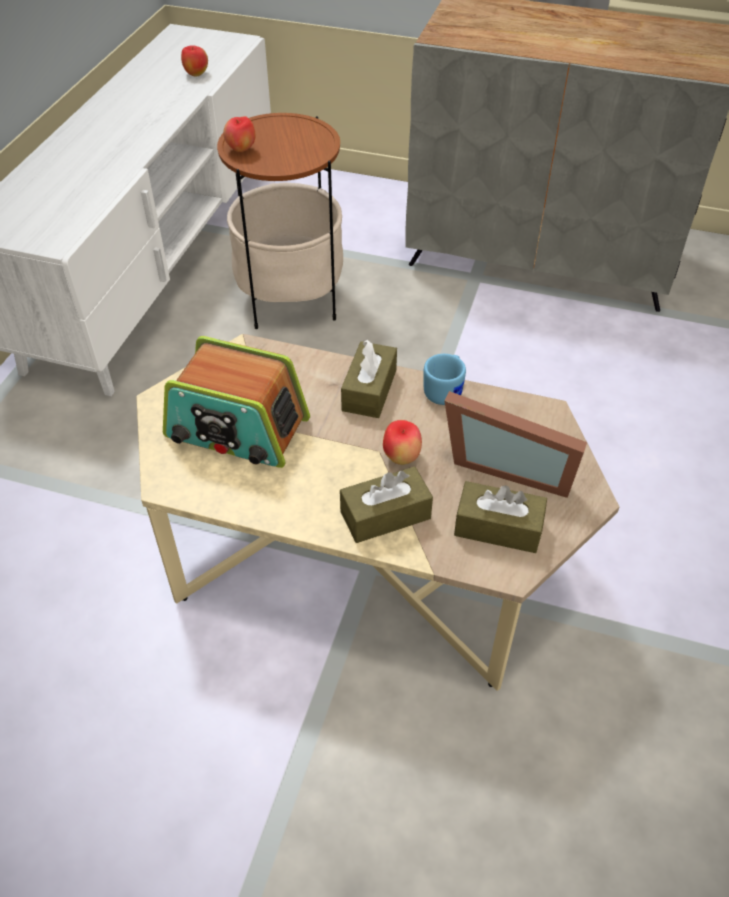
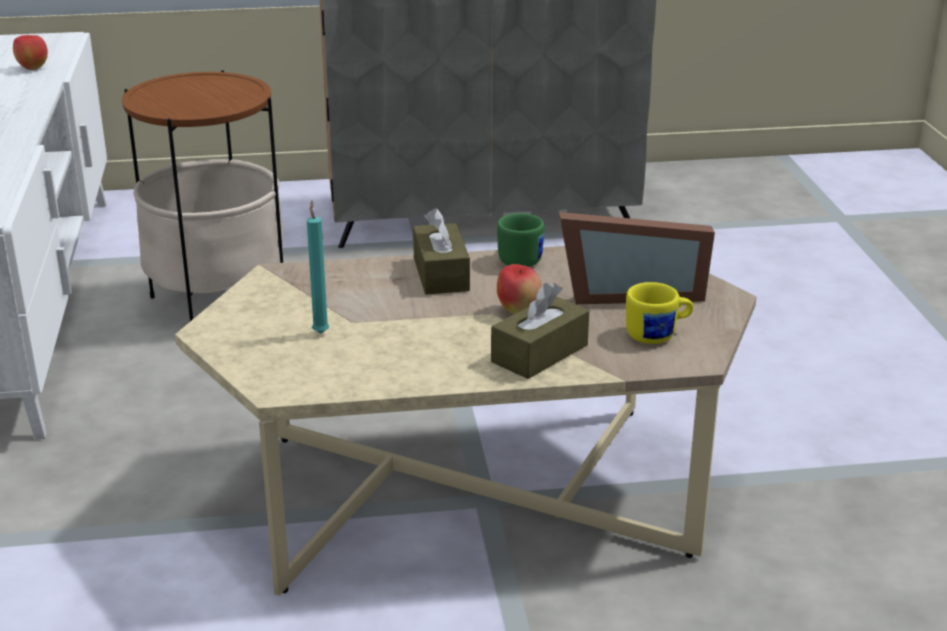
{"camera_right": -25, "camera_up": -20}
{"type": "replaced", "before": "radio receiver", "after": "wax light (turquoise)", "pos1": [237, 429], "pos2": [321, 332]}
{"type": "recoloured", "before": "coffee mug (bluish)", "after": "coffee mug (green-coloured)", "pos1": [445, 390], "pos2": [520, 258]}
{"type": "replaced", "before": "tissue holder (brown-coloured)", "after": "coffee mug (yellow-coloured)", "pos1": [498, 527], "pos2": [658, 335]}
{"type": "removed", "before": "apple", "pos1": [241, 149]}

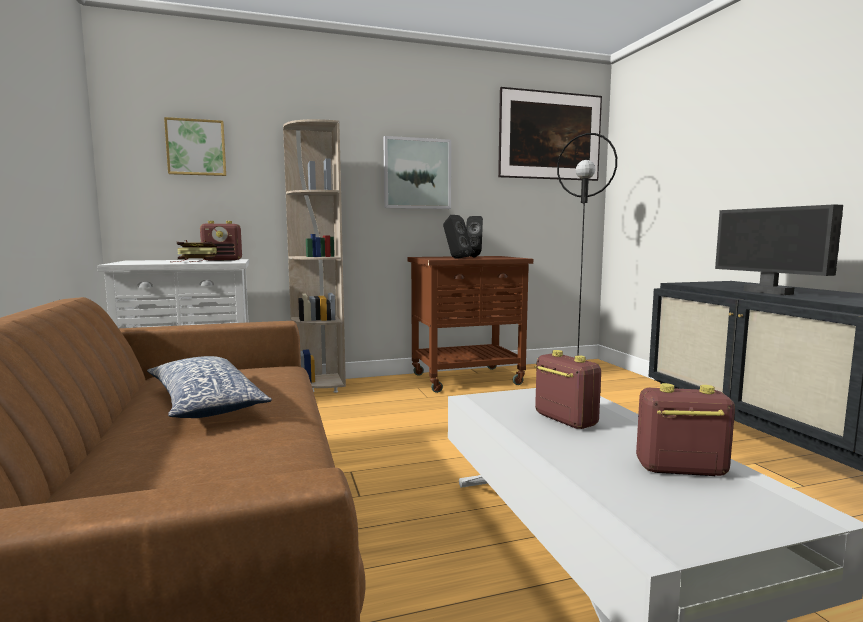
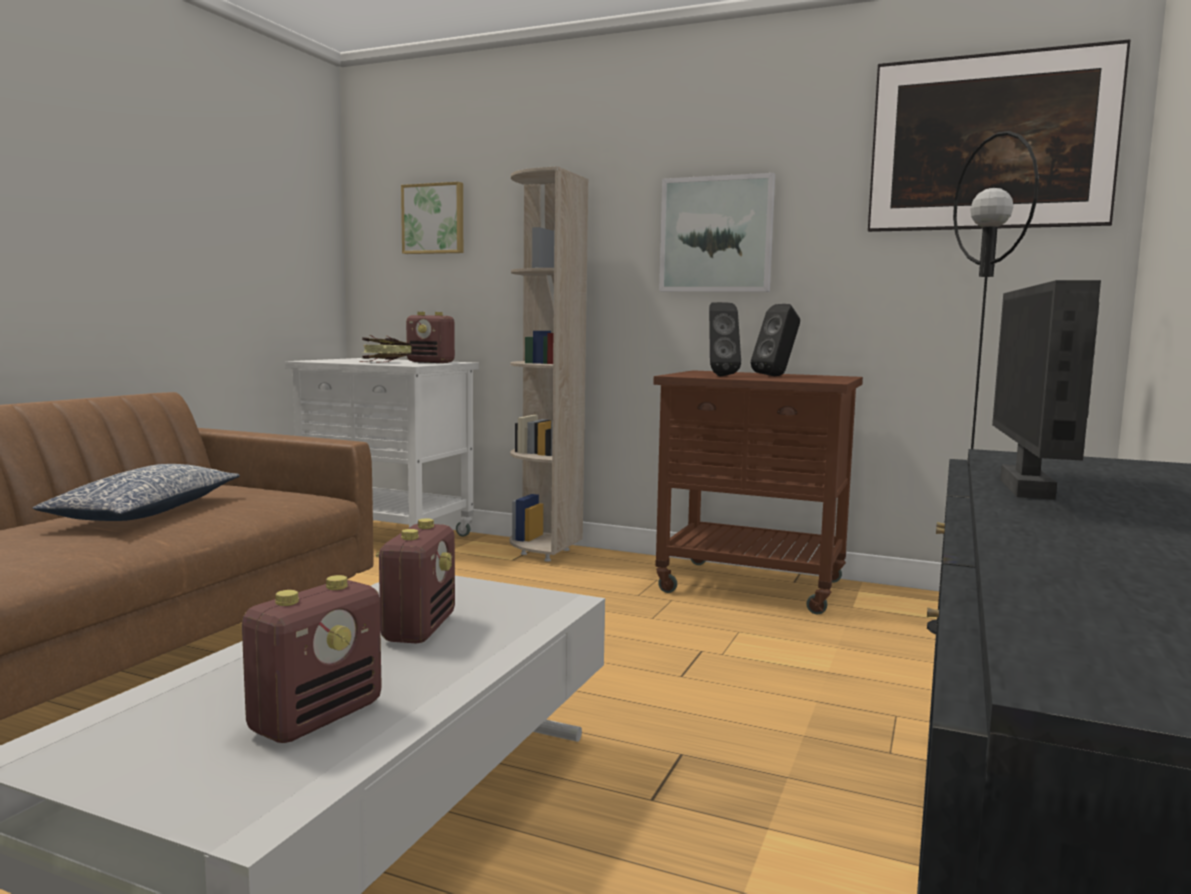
{"camera_right": 40, "camera_up": 0}
{"type": "turned", "before": "radio receiver", "pos1": [679, 469], "pos2": [318, 717], "turn": 75}

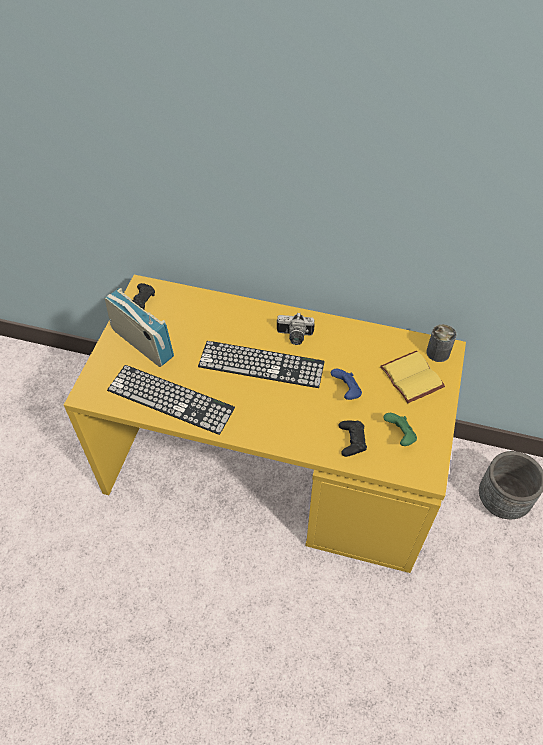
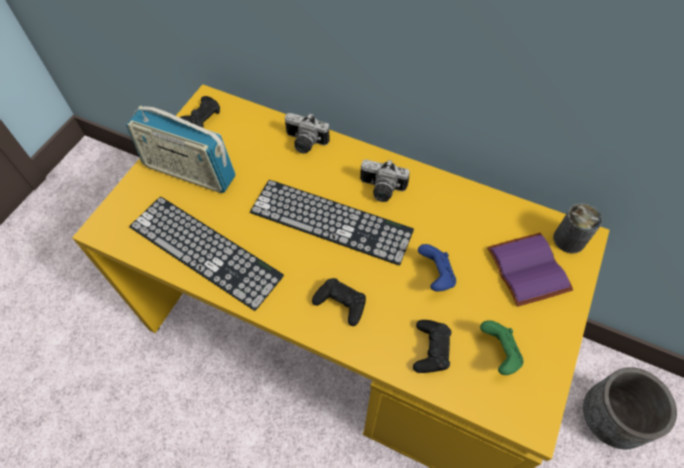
{"camera_right": 10, "camera_up": 5}
{"type": "turned", "before": "radio receiver", "pos1": [142, 343], "pos2": [189, 172], "turn": 150}
{"type": "added", "after": "still camera", "pos2": [304, 143]}
{"type": "added", "after": "joypad (blackish)", "pos2": [340, 303]}
{"type": "recoloured", "before": "book (yellow-coloured)", "after": "book (purple-coloured)", "pos1": [413, 377], "pos2": [530, 270]}

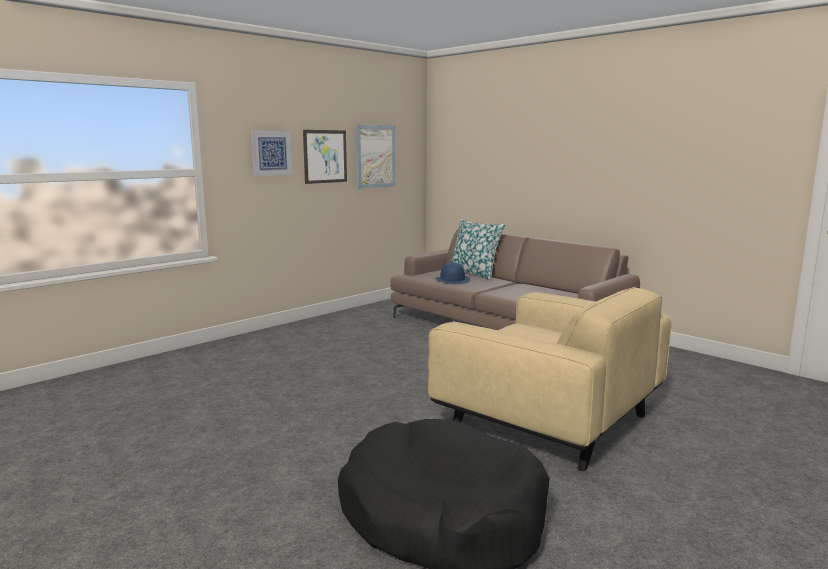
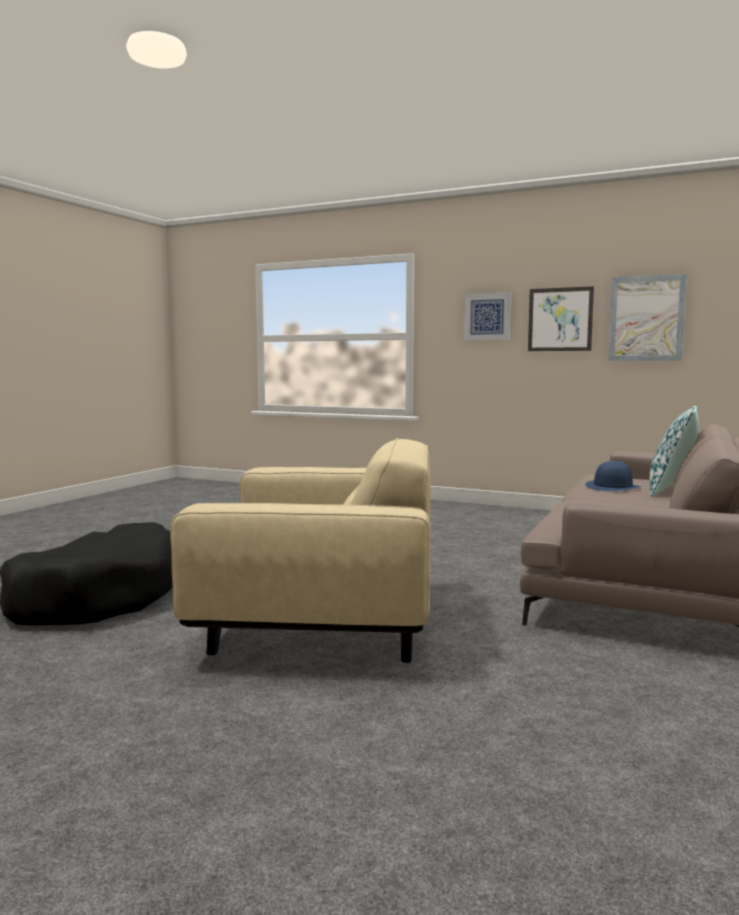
{"camera_right": 70, "camera_up": -5}
{"type": "turned", "before": "lounge chair (beige-coloured)", "pos1": [549, 420], "pos2": [322, 620], "turn": -105}

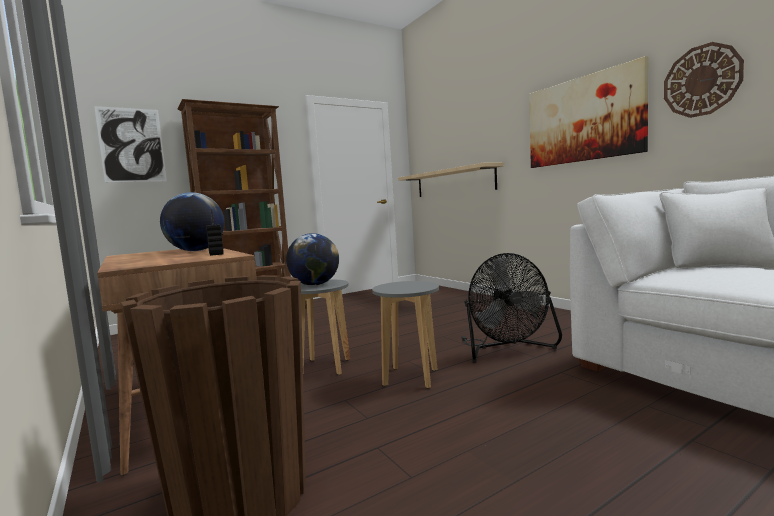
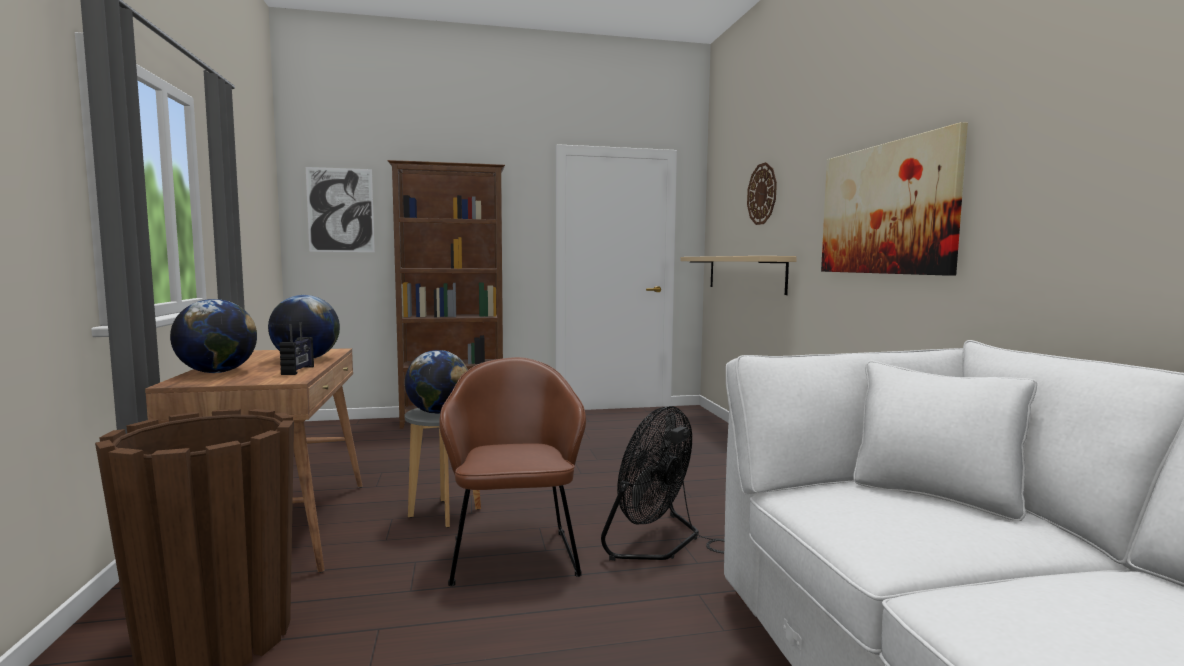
{"camera_right": 20, "camera_up": 0}
{"type": "added", "after": "world globe", "pos2": [217, 372]}
{"type": "replaced", "before": "stool (gray)", "after": "lounge chair (brown-coloured)", "pos1": [410, 377], "pos2": [514, 551]}
{"type": "turned", "before": "electric fan (blackish)", "pos1": [502, 350], "pos2": [669, 541], "turn": 120}
{"type": "moved", "before": "clock on the wall", "pos1": [701, 81], "pos2": [762, 194]}

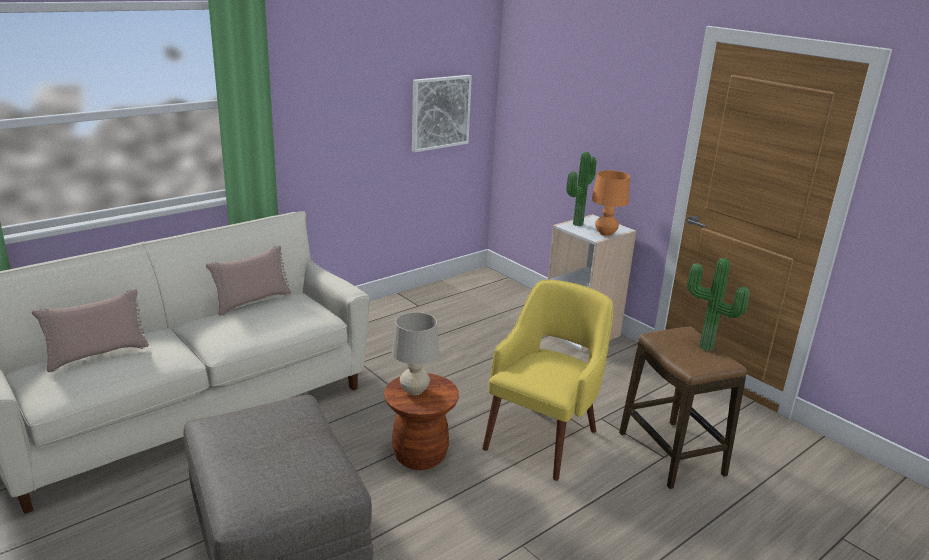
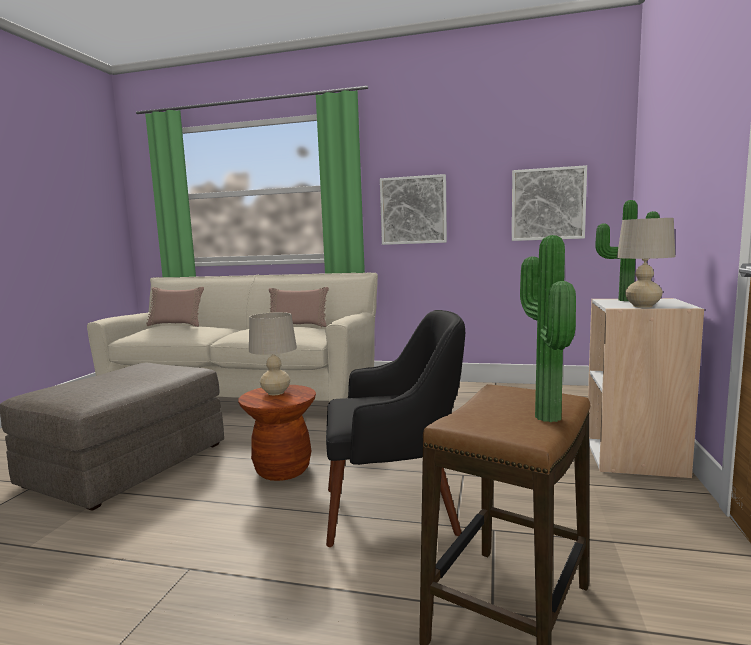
{"camera_right": 55, "camera_up": -15}
{"type": "recoloured", "before": "lounge chair (yellow-coloured)", "after": "lounge chair (blackish)", "pos1": [542, 438], "pos2": [394, 510]}
{"type": "added", "after": "picture", "pos2": [413, 210]}
{"type": "recoloured", "before": "tabletop lamp (orange-coloured)", "after": "tabletop lamp (beige-coloured)", "pos1": [605, 233], "pos2": [642, 306]}

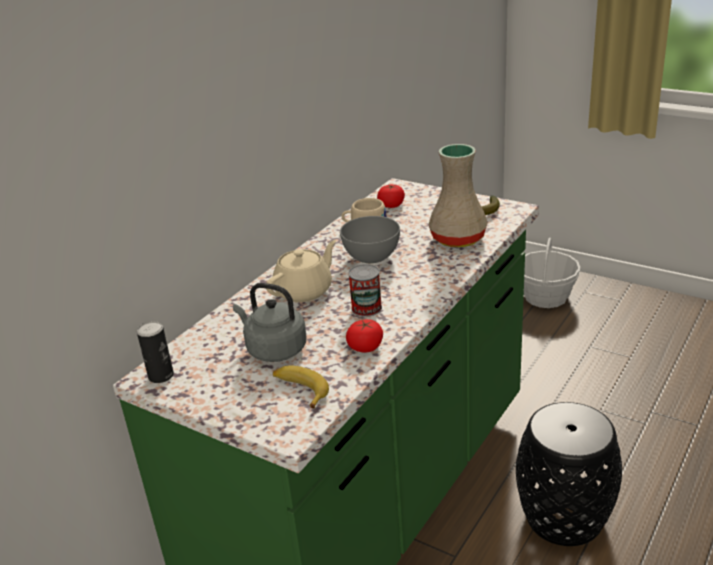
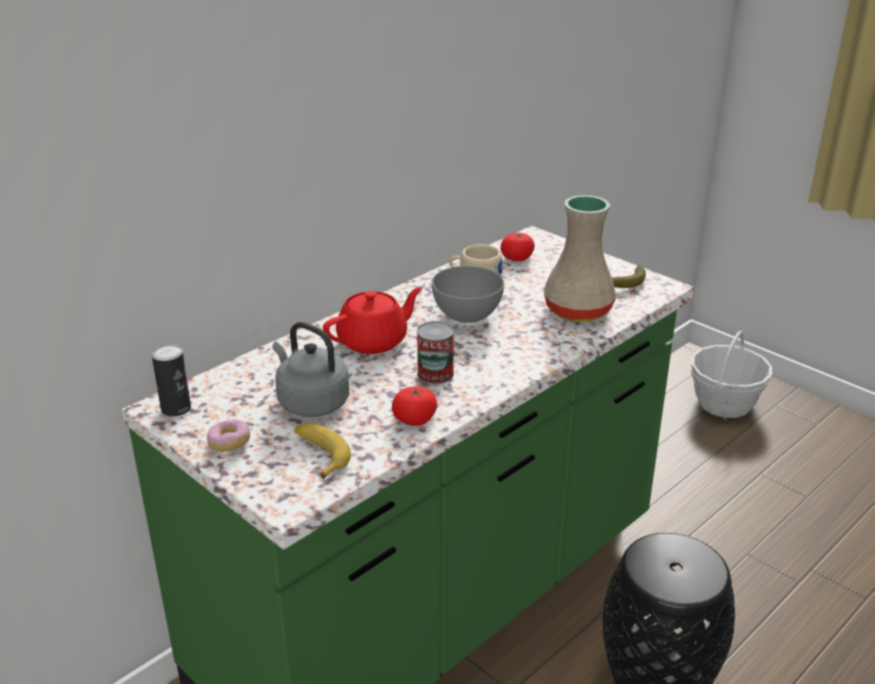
{"camera_right": 10, "camera_up": 0}
{"type": "added", "after": "ring doughnut", "pos2": [229, 443]}
{"type": "recoloured", "before": "tea pot (beige-coloured)", "after": "tea pot (red)", "pos1": [305, 291], "pos2": [374, 341]}

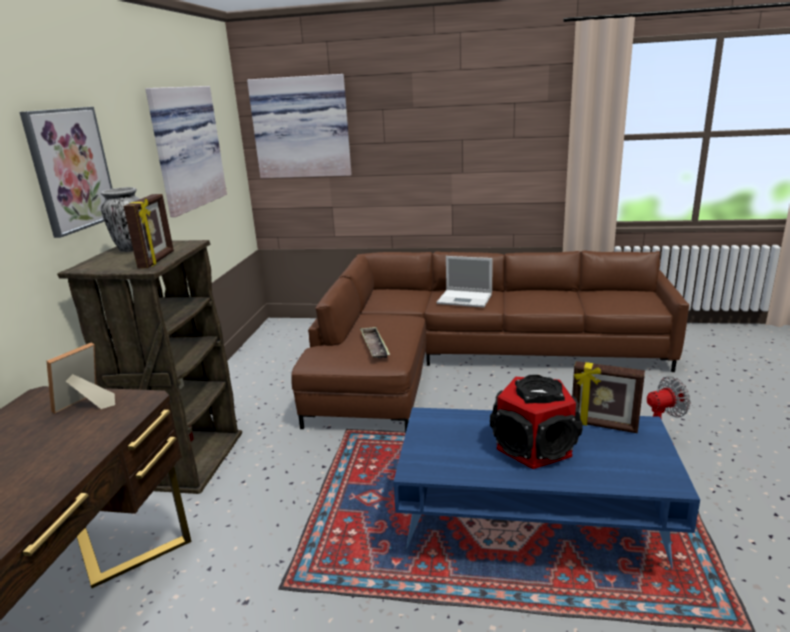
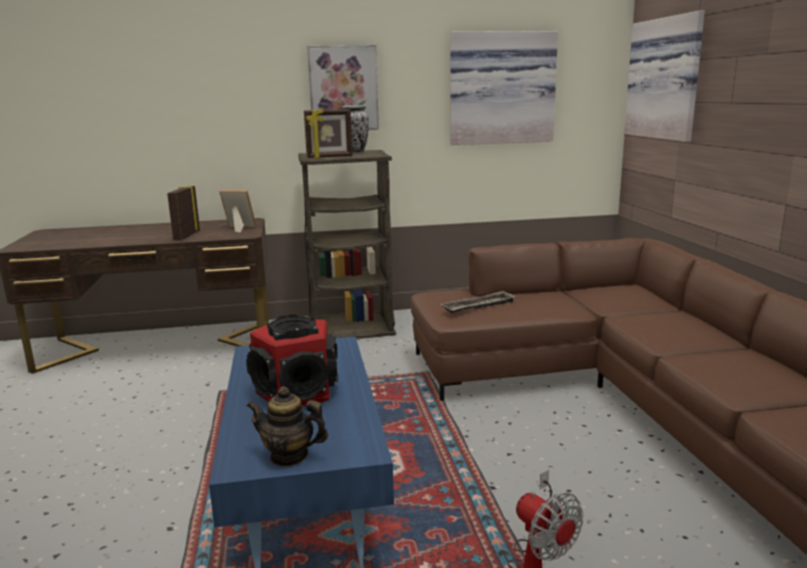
{"camera_right": 70, "camera_up": -5}
{"type": "moved", "before": "picture frame", "pos1": [603, 426], "pos2": [186, 236]}
{"type": "added", "after": "tea pot", "pos2": [289, 456]}
{"type": "removed", "before": "laptop", "pos1": [466, 299]}

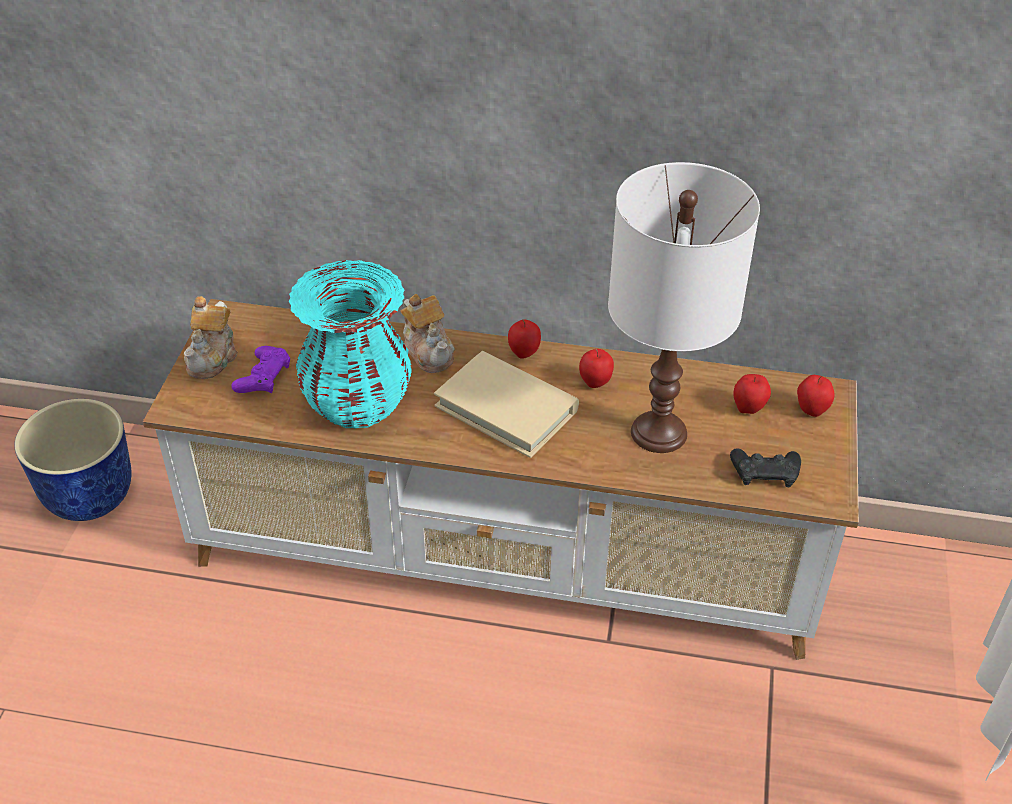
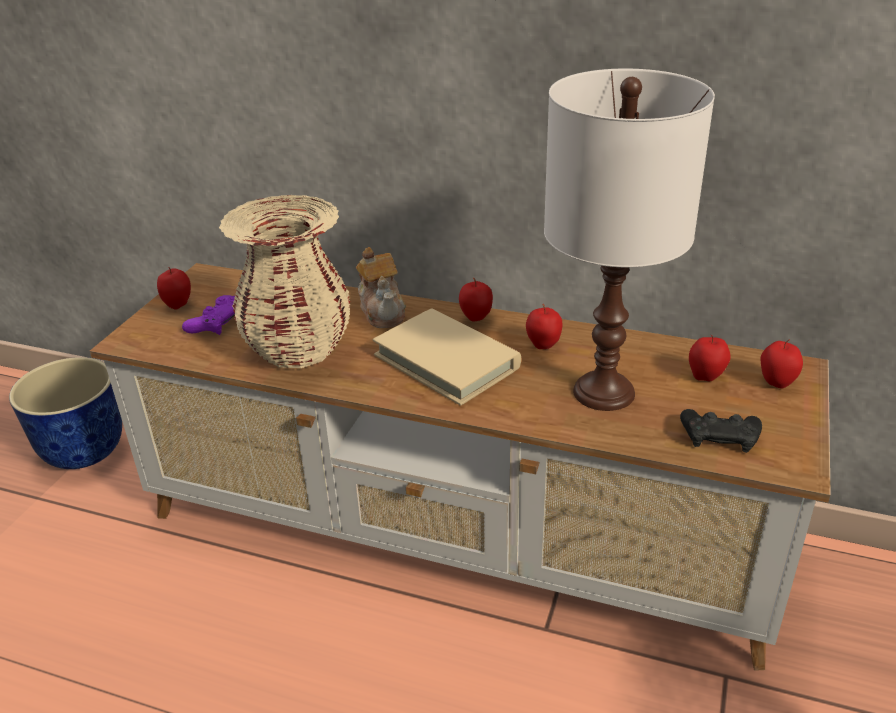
{"camera_right": 10, "camera_up": -10}
{"type": "replaced", "before": "tea pot", "after": "apple", "pos1": [213, 357], "pos2": [178, 305]}
{"type": "recoloured", "before": "vase (turquoise)", "after": "vase (beige-coloured)", "pos1": [357, 405], "pos2": [298, 349]}

